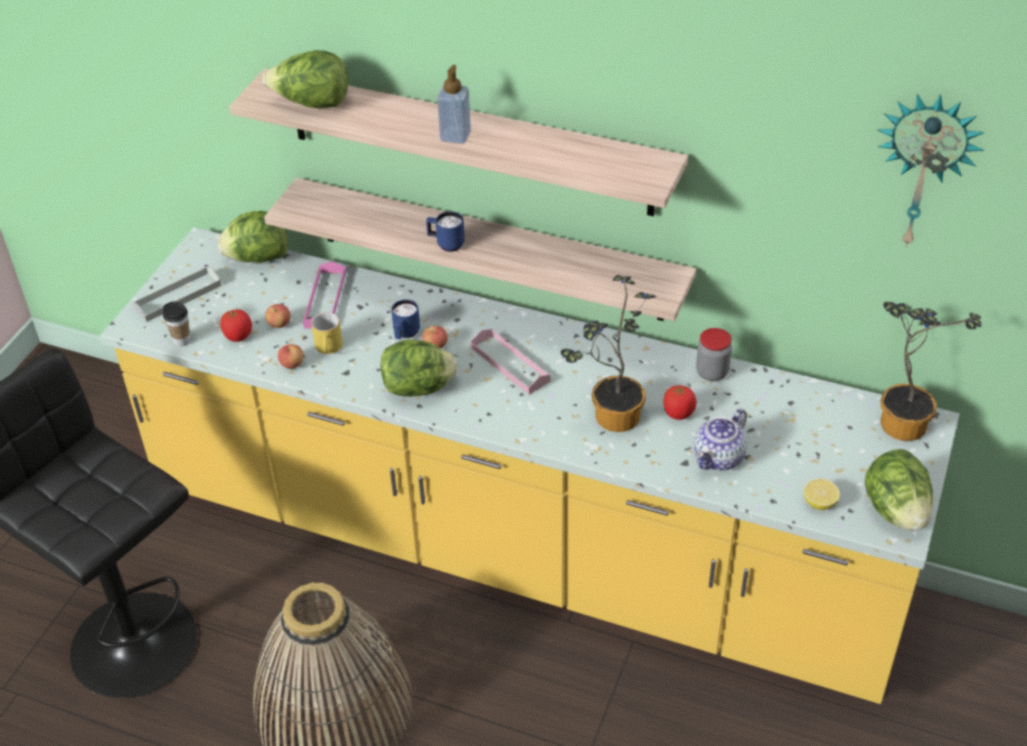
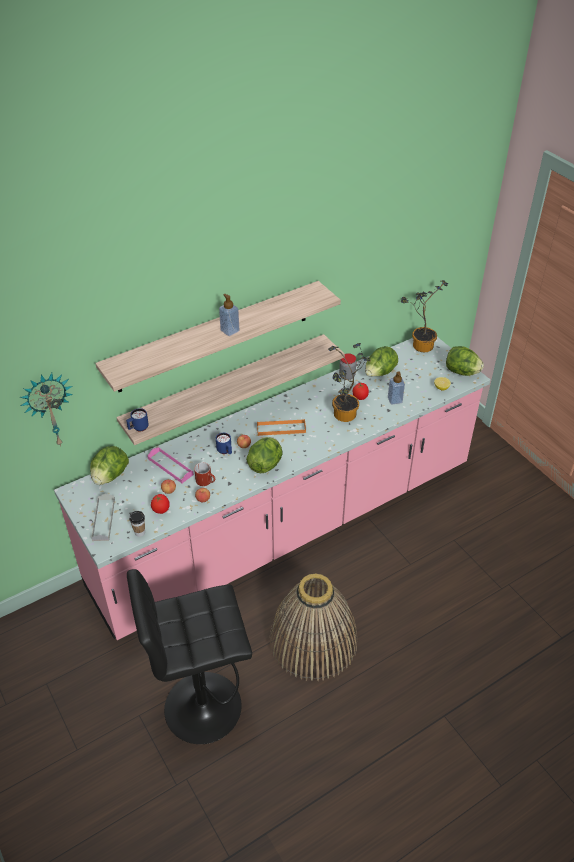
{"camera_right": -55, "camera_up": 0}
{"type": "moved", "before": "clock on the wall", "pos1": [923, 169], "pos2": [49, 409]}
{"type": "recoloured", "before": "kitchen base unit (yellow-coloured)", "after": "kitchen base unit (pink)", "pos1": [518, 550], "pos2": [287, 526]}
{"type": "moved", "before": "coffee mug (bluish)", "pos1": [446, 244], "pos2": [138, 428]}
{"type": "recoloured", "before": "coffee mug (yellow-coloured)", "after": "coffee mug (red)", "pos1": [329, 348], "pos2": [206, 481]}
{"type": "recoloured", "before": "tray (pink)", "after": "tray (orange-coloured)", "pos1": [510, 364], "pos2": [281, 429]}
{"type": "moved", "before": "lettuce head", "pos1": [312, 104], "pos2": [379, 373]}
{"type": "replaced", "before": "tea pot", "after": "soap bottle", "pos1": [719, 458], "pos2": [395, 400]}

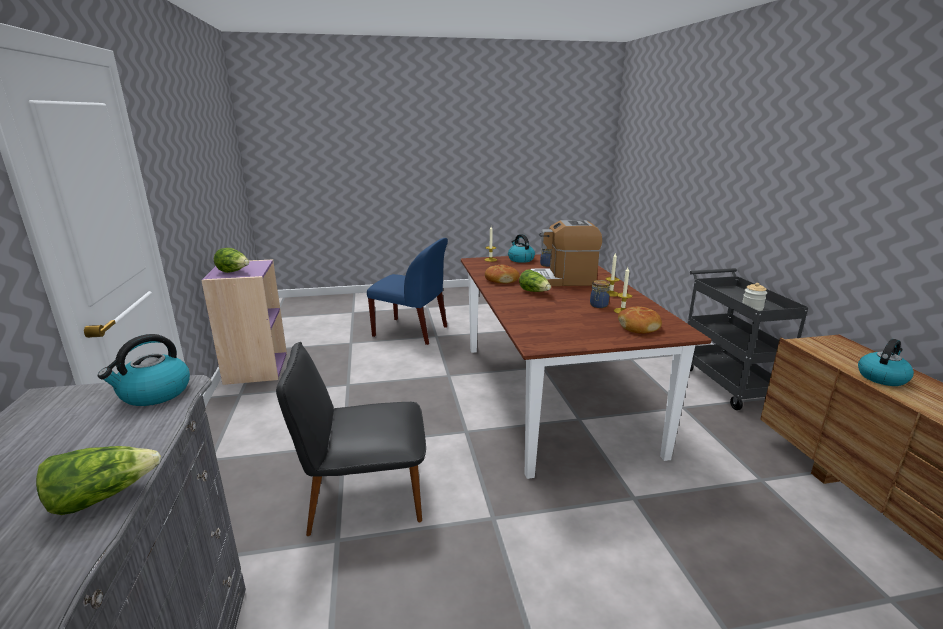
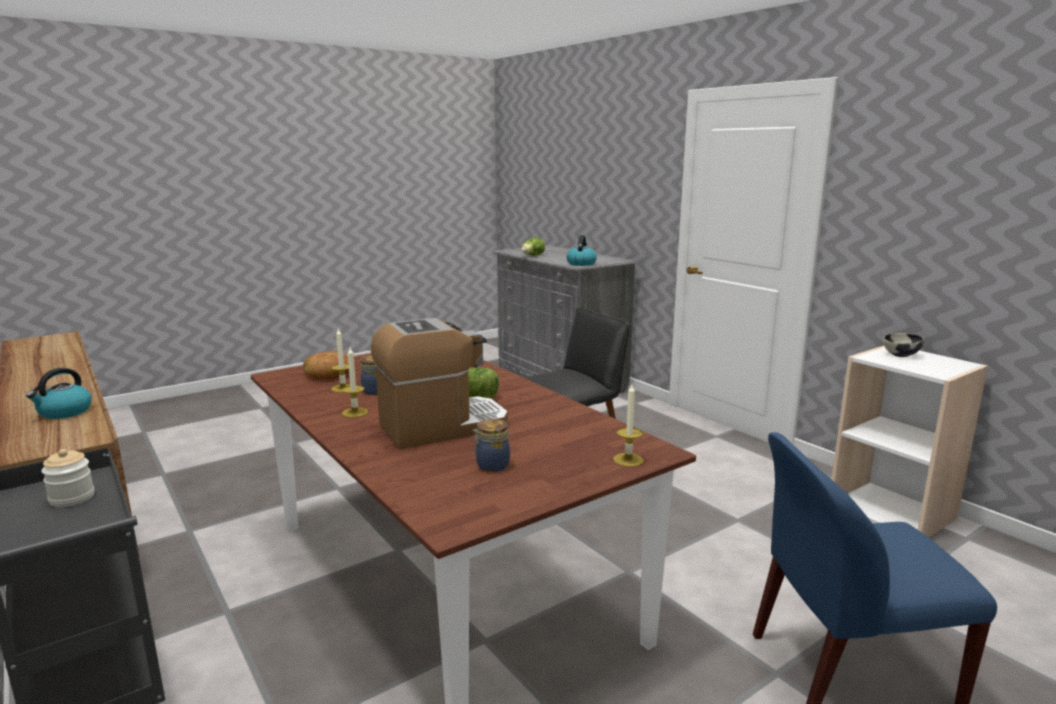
{"camera_right": 155, "camera_up": -5}
{"type": "recoloured", "before": "bookcase (purple-coloured)", "after": "bookcase (white-coloured)", "pos1": [256, 367], "pos2": [893, 511]}
{"type": "replaced", "before": "lettuce head", "after": "bowl", "pos1": [233, 272], "pos2": [901, 355]}
{"type": "removed", "before": "bakery bread", "pos1": [501, 280]}
{"type": "removed", "before": "tea kettle", "pos1": [520, 259]}

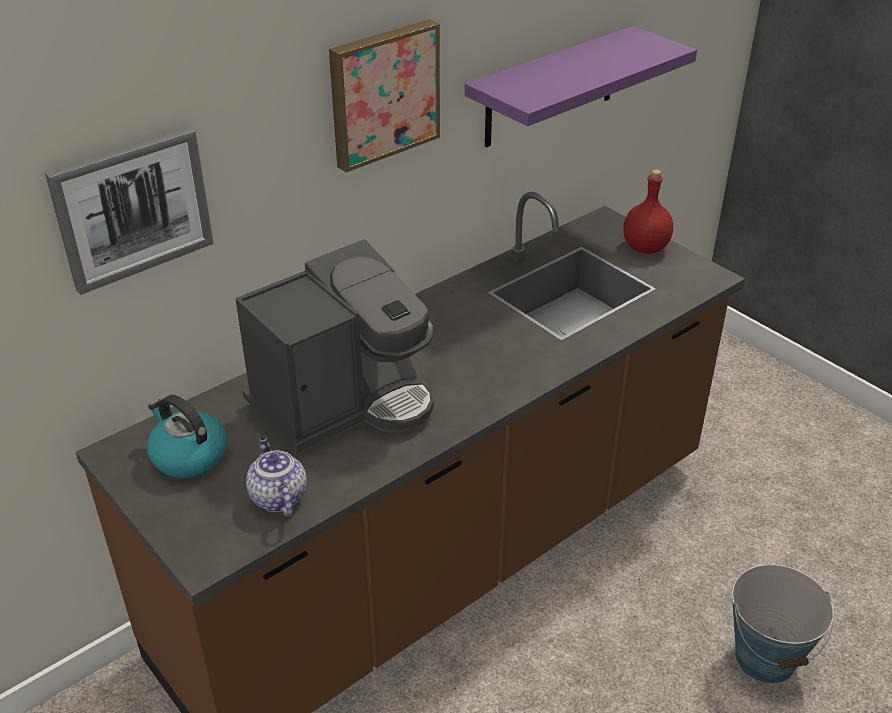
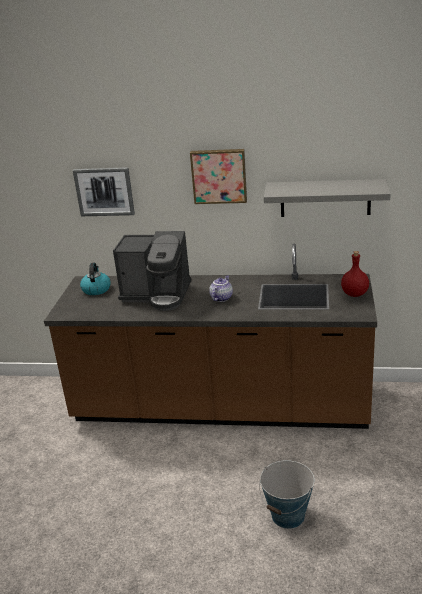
{"camera_right": 50, "camera_up": -10}
{"type": "moved", "before": "tea pot", "pos1": [277, 497], "pos2": [221, 298]}
{"type": "recoloured", "before": "shelf (purple-coloured)", "after": "shelf (gray)", "pos1": [551, 87], "pos2": [325, 198]}

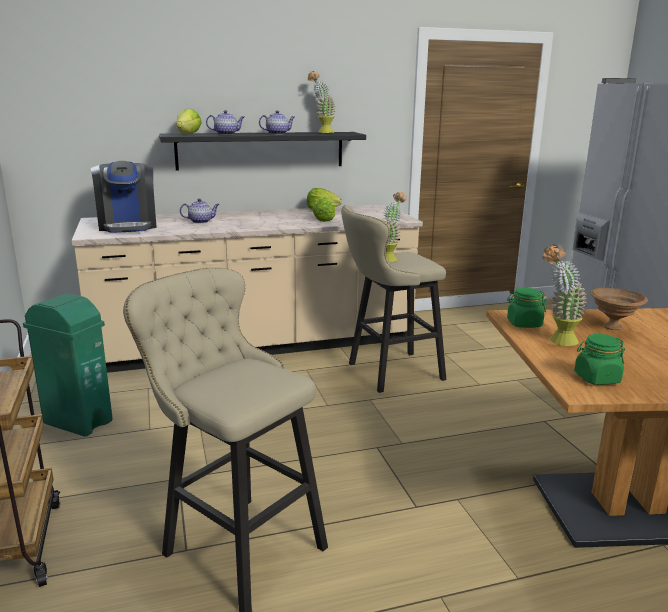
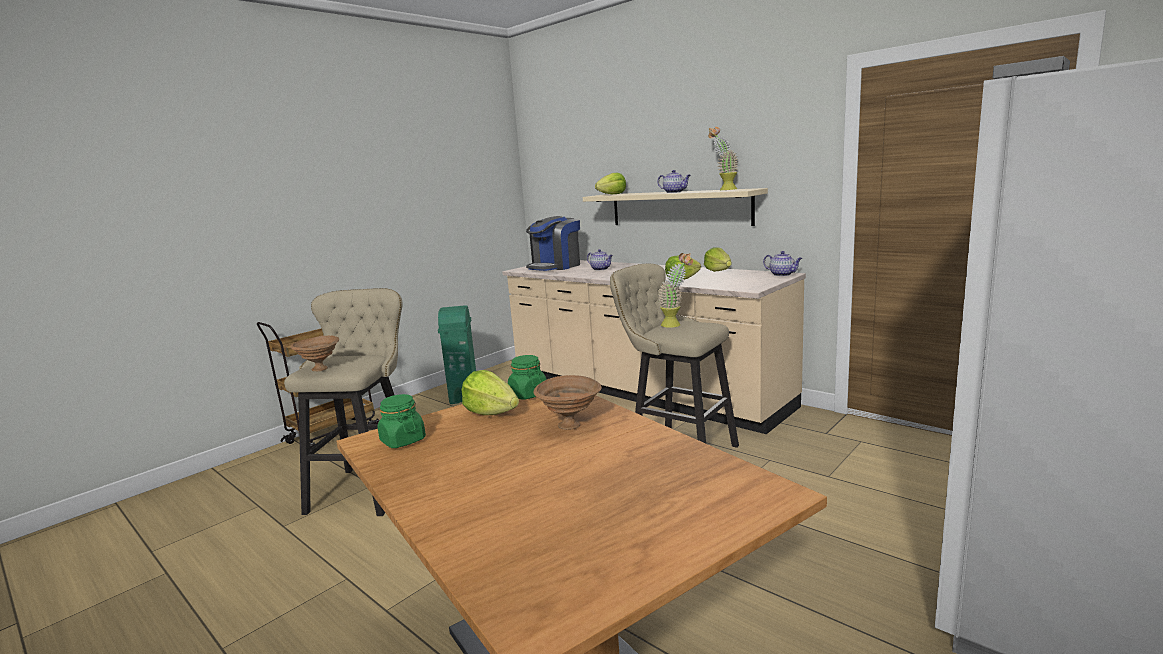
{"camera_right": 60, "camera_up": -5}
{"type": "added", "after": "bowl (brown-coloured)", "pos2": [320, 369]}
{"type": "replaced", "before": "houseplant", "after": "lettuce head", "pos1": [557, 341], "pos2": [491, 412]}
{"type": "recoloured", "before": "shelf (blackish)", "after": "shelf (beige-coloured)", "pos1": [261, 150], "pos2": [678, 208]}
{"type": "moved", "before": "tea pot", "pos1": [226, 134], "pos2": [782, 274]}

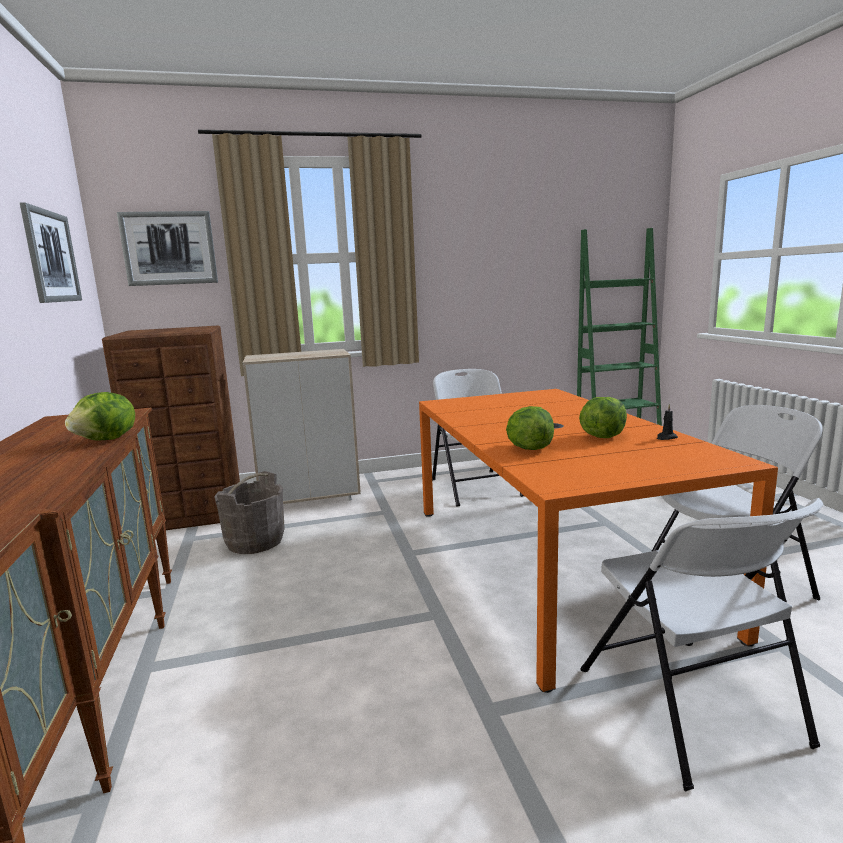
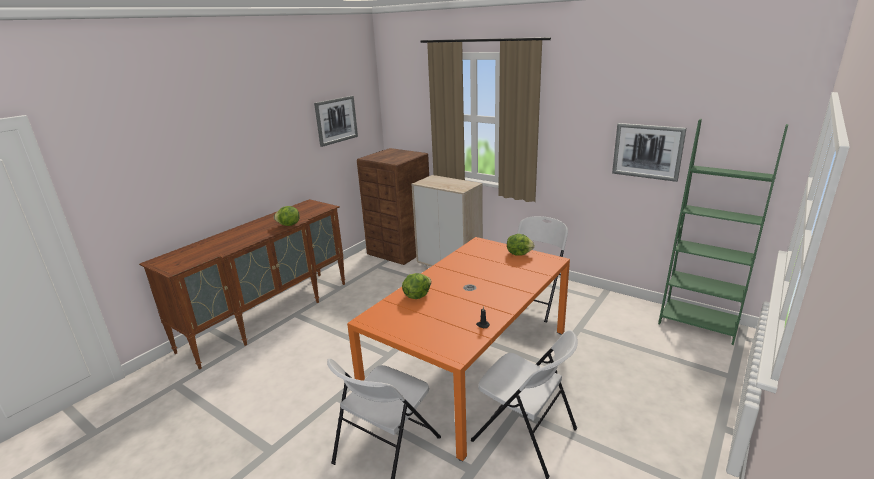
{"camera_right": 50, "camera_up": 10}
{"type": "moved", "before": "lettuce head", "pos1": [602, 436], "pos2": [519, 253]}
{"type": "moved", "before": "picture", "pos1": [169, 248], "pos2": [647, 151]}
{"type": "removed", "before": "bucket (gray)", "pos1": [255, 541]}

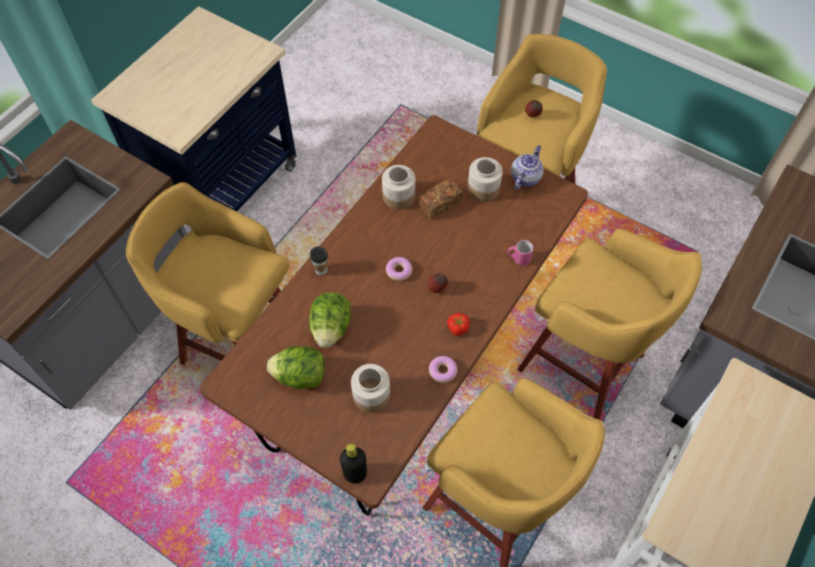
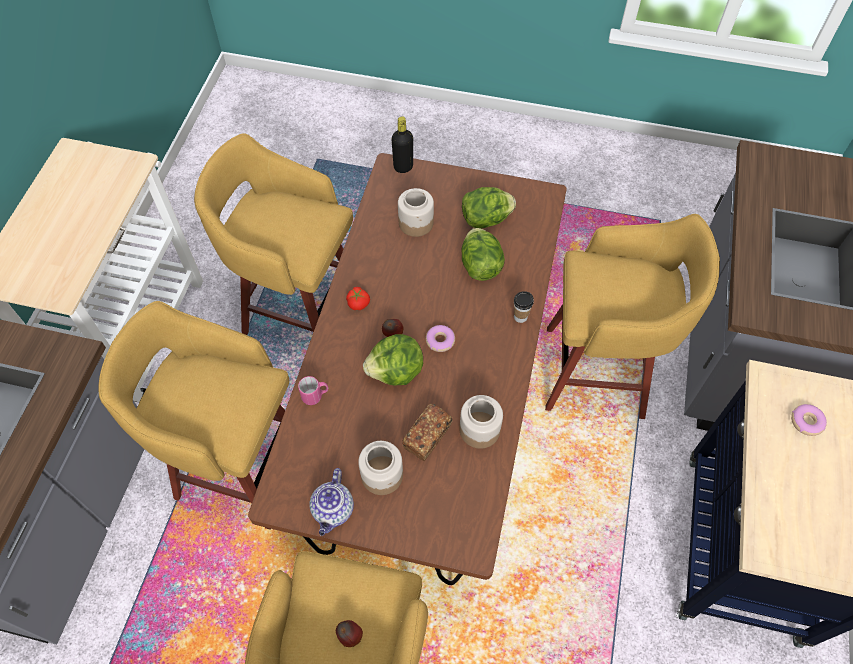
{"camera_right": 160, "camera_up": 0}
{"type": "added", "after": "lettuce head", "pos2": [396, 372]}
{"type": "moved", "before": "ring doughnut", "pos1": [442, 371], "pos2": [806, 422]}

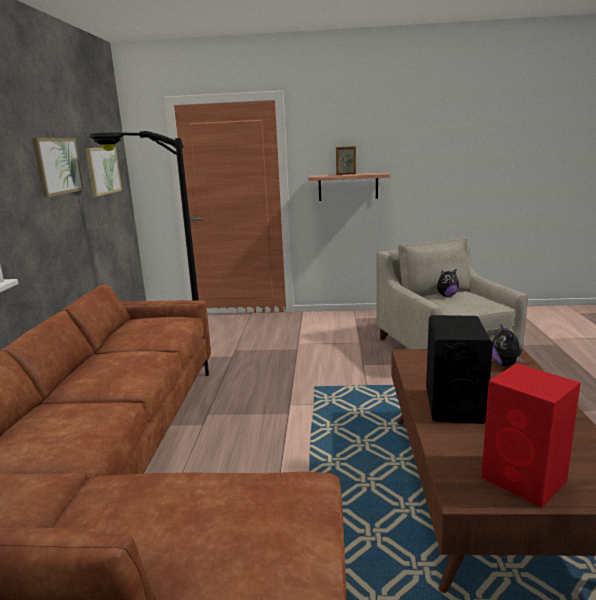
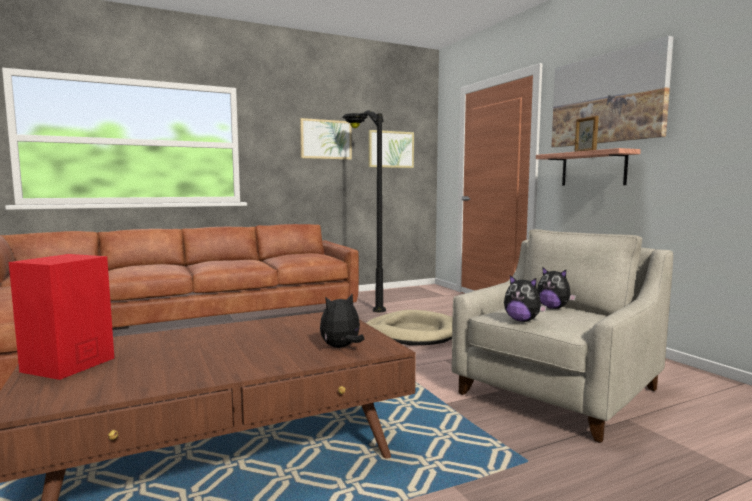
{"camera_right": 60, "camera_up": -10}
{"type": "added", "after": "dog cushion (beige-coloured)", "pos2": [413, 333]}
{"type": "added", "after": "cuddly toy", "pos2": [522, 320]}
{"type": "added", "after": "picture", "pos2": [607, 99]}
{"type": "removed", "before": "speaker (blackish)", "pos1": [453, 405]}

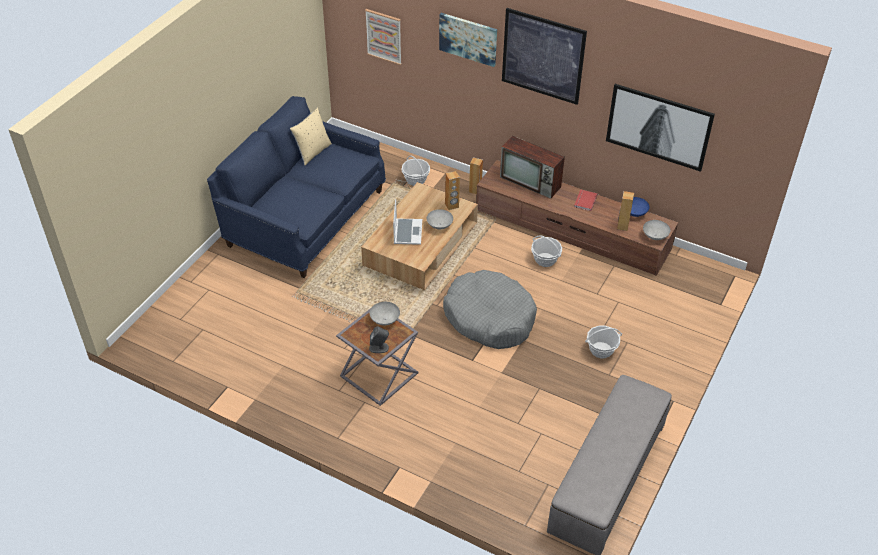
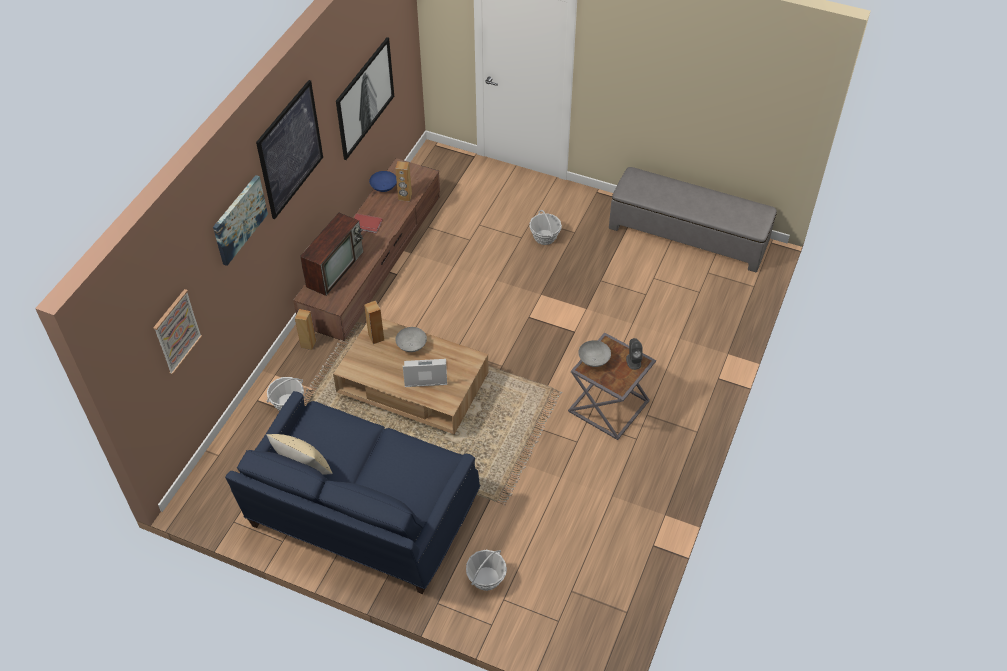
{"camera_right": -95, "camera_up": 5}
{"type": "moved", "before": "storage basket", "pos1": [545, 260], "pos2": [486, 578]}
{"type": "removed", "before": "dog cushion (gray)", "pos1": [489, 318]}
{"type": "removed", "before": "bowl (gray)", "pos1": [654, 236]}

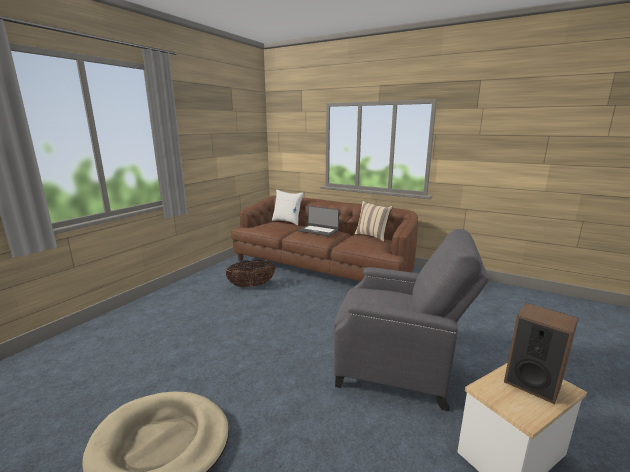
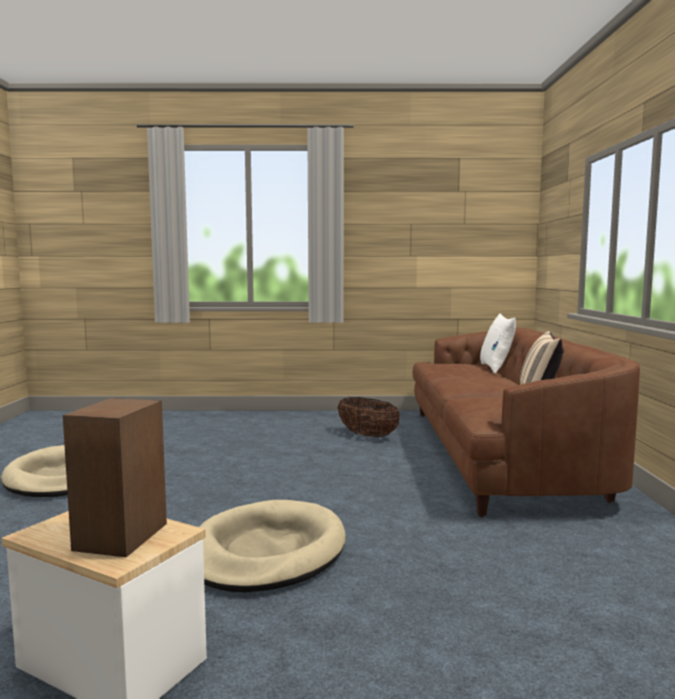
{"camera_right": 60, "camera_up": -10}
{"type": "replaced", "before": "lounge chair (gray)", "after": "dog cushion (beige-coloured)", "pos1": [398, 367], "pos2": [266, 552]}
{"type": "removed", "before": "laptop", "pos1": [318, 231]}

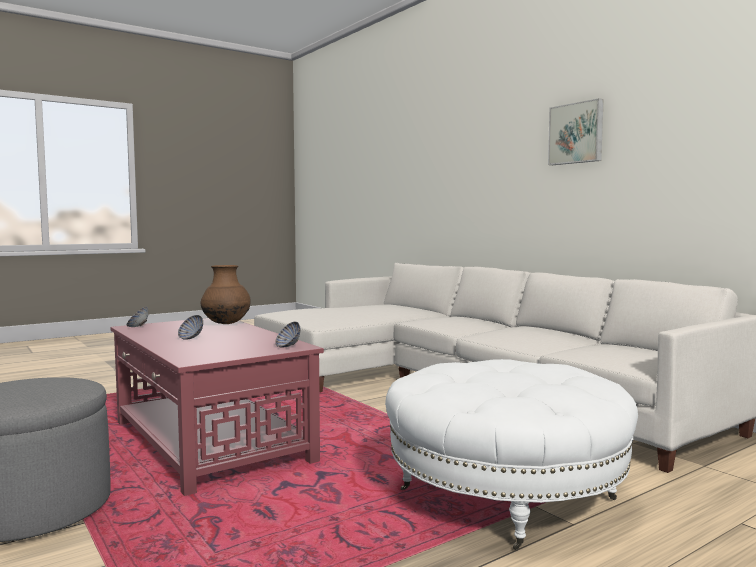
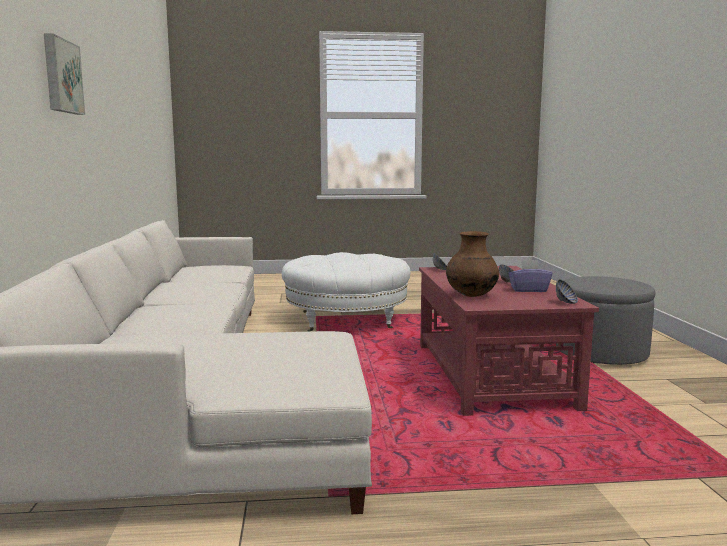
{"camera_right": -150, "camera_up": 5}
{"type": "added", "after": "tissue holder (purple-coloured)", "pos2": [528, 290]}

